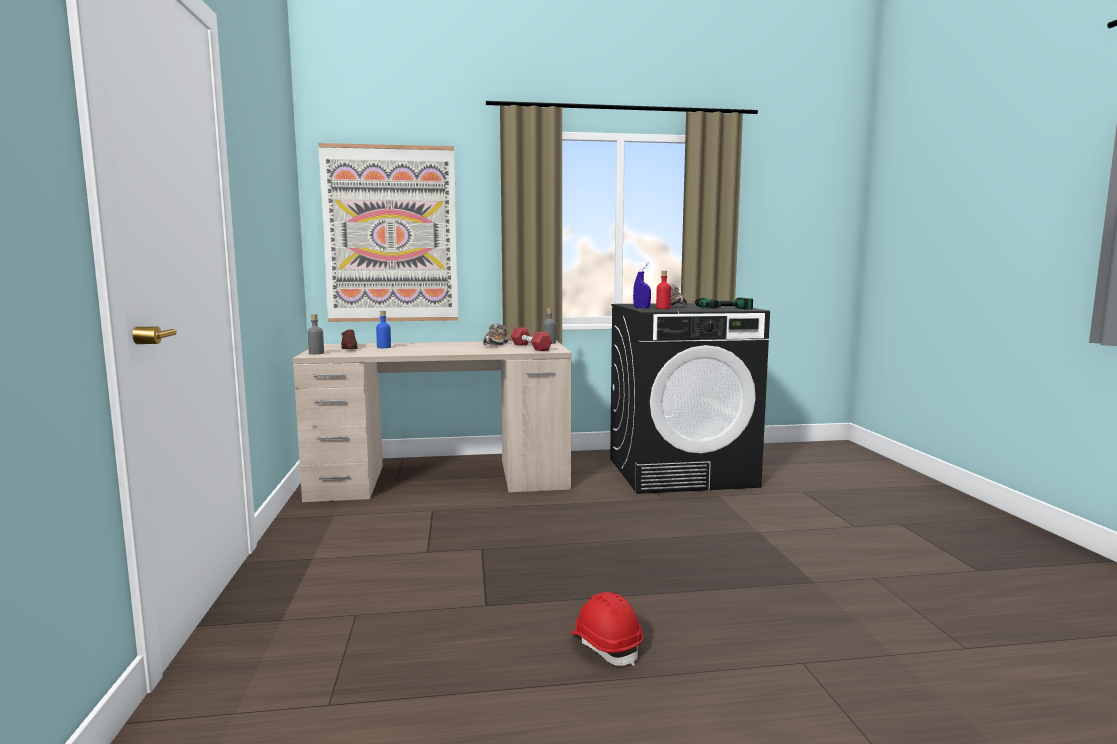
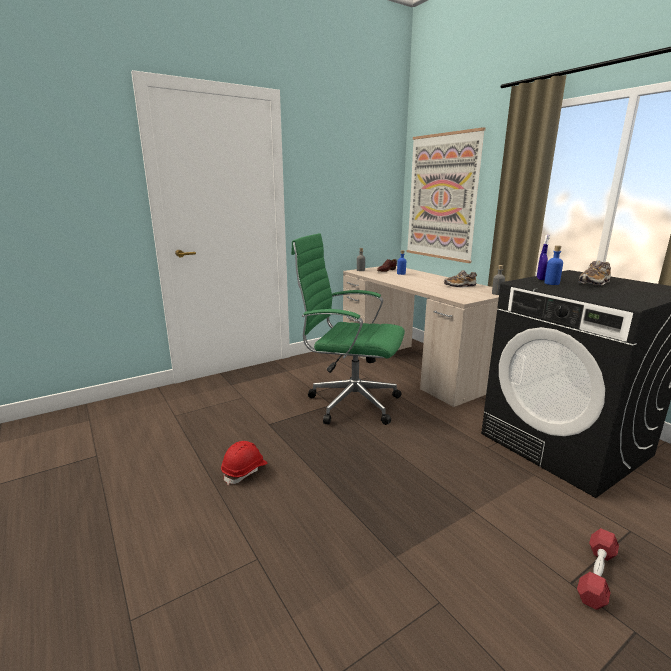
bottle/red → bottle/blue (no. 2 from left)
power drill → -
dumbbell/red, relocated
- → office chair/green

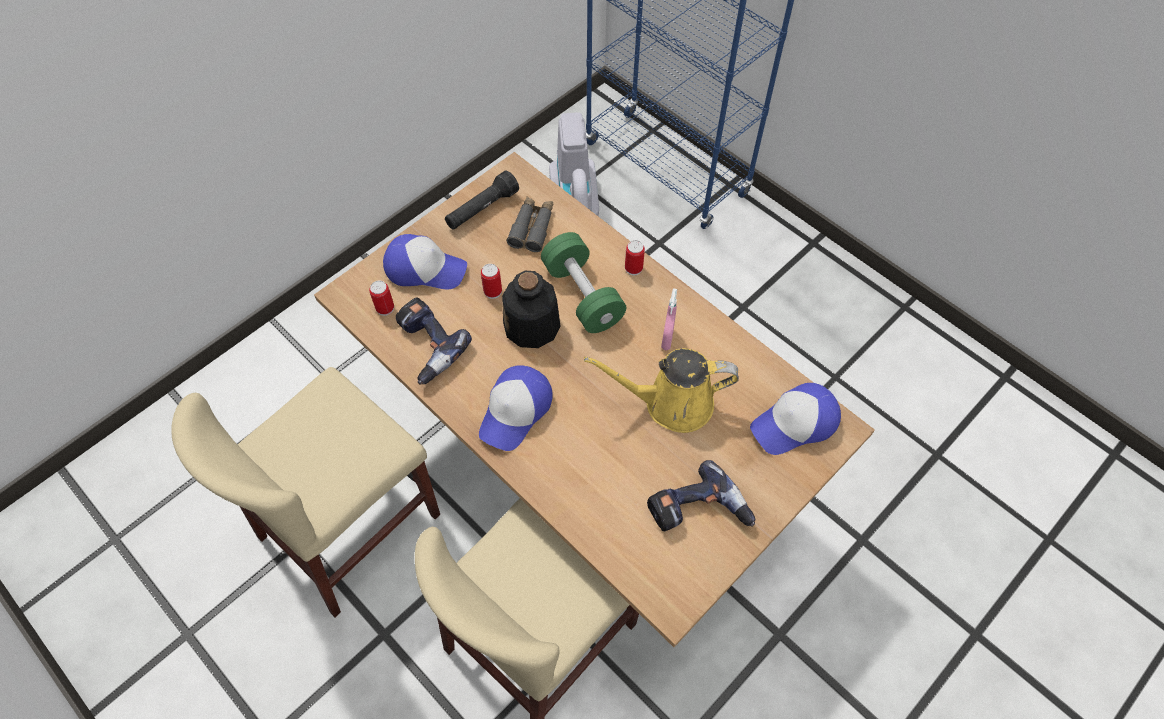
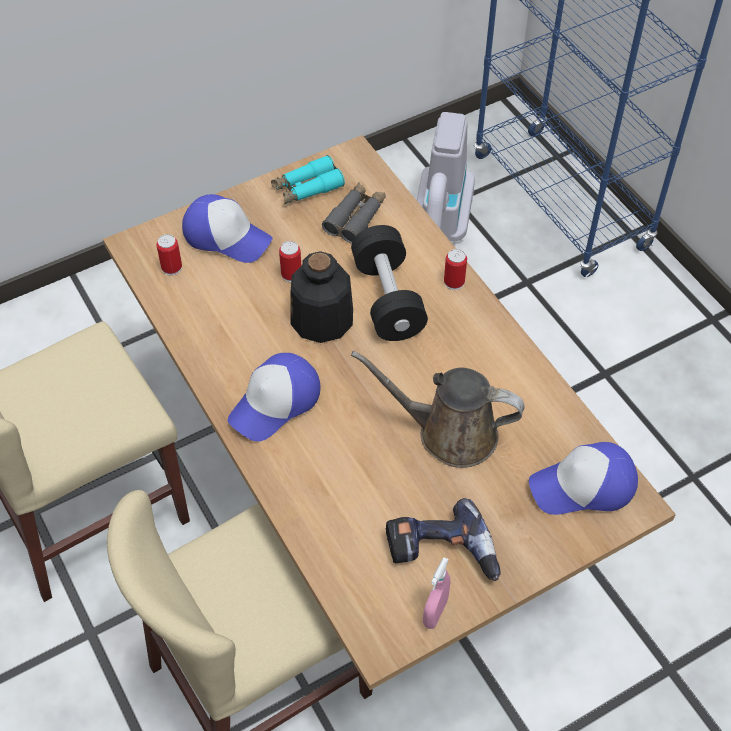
flashlight/black → binoculars/turquoise
dumbbell/green → dumbbell/black
spray bottle/pink, relocated
power drill (no. 1 from left) → -
watering can/yellow → watering can/brown

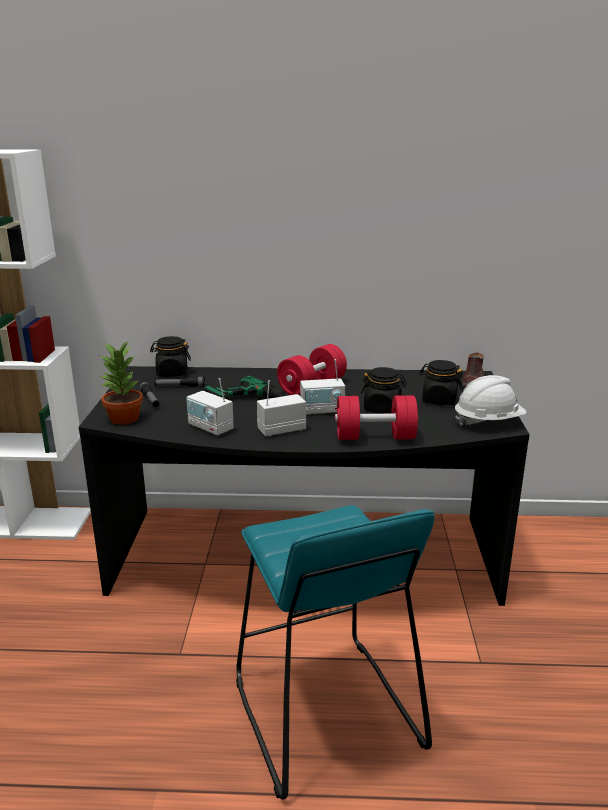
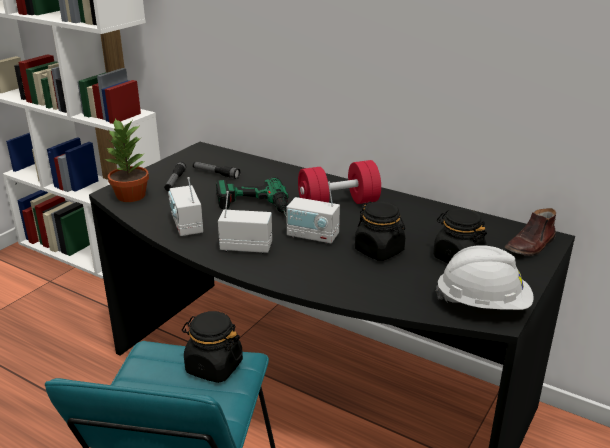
jar/black (no. 1 from left), relocated
dumbbell/red (no. 2 from left) → -

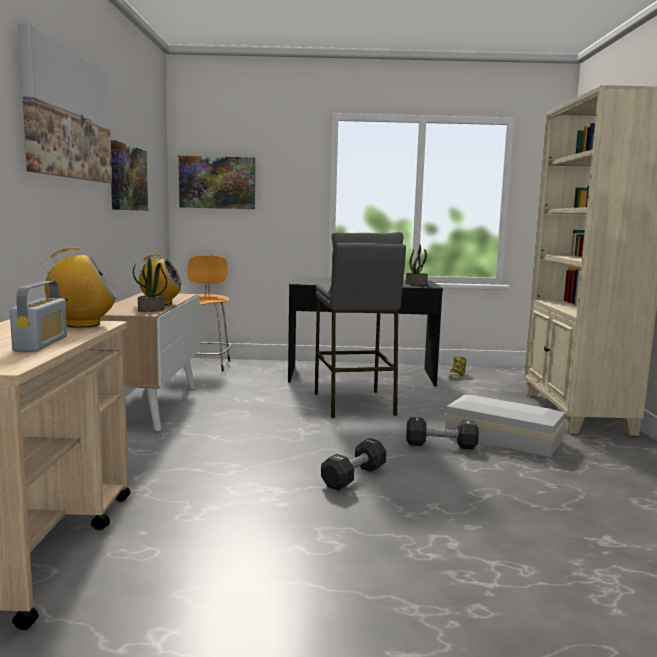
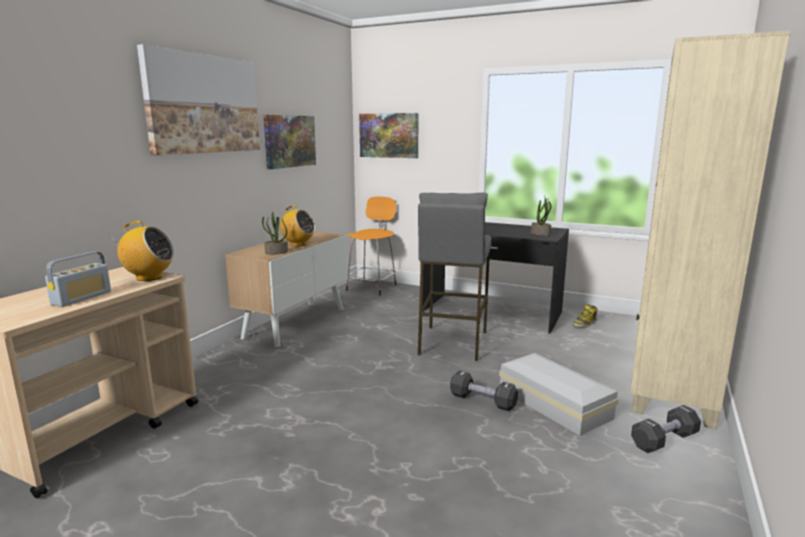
dumbbell/black (no. 1 from left in the first image) → dumbbell/black (no. 2 from left), relocated

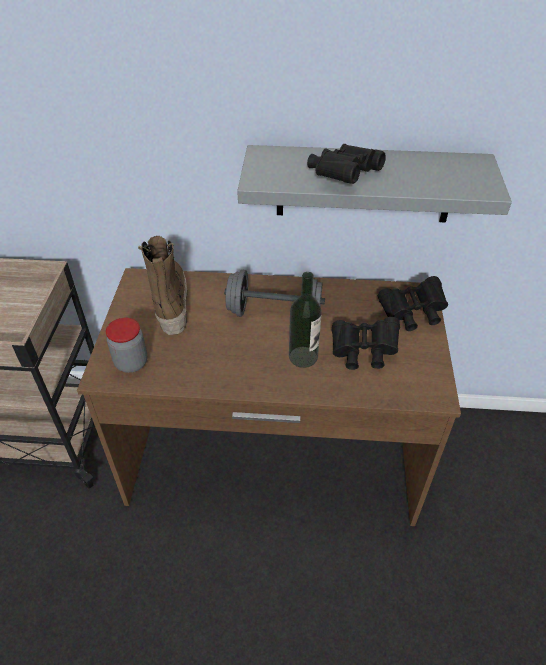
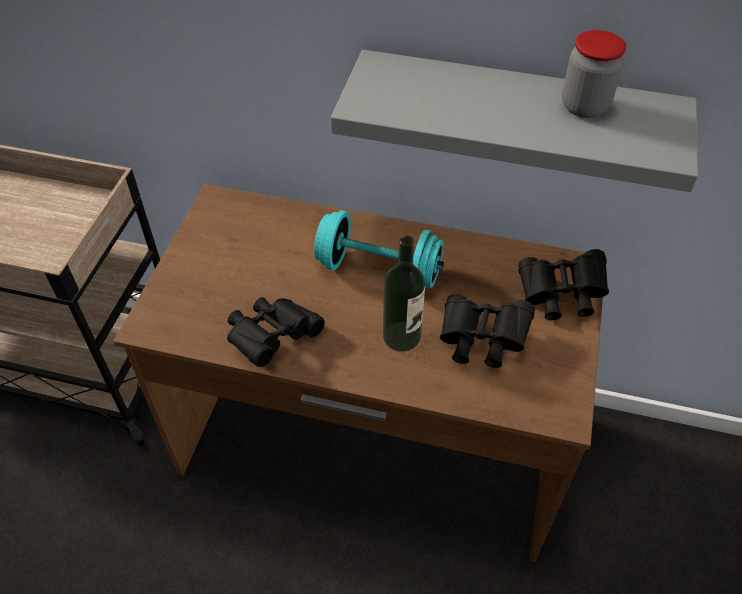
binoculars/black (no. 1 from left), relocated
boot → -
dumbbell/grey → dumbbell/turquoise
jar, relocated

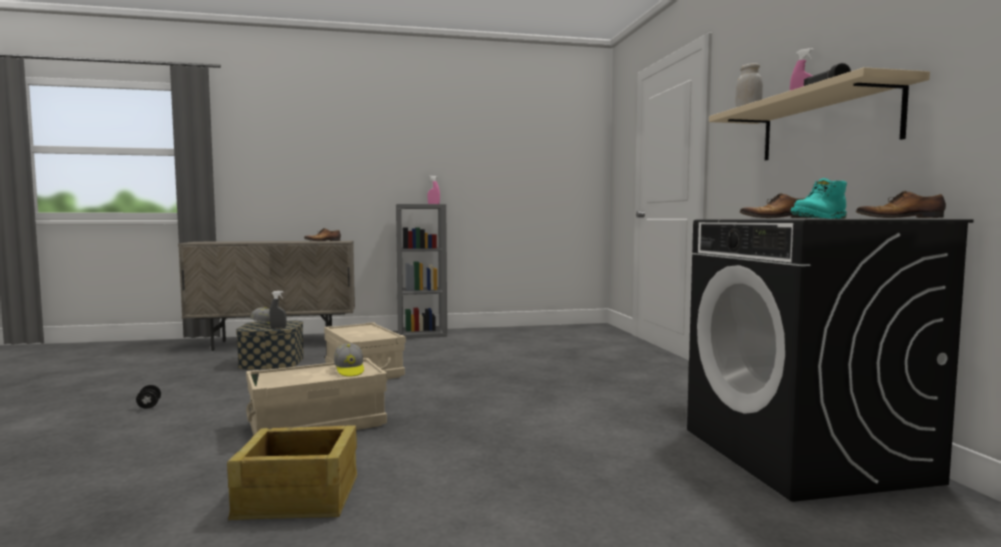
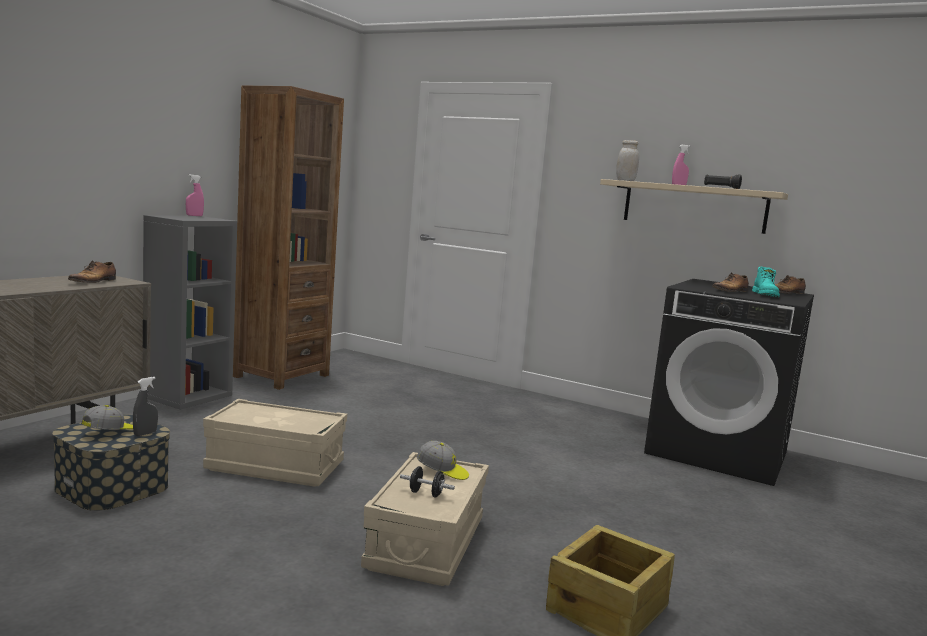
dumbbell/black, relocated
- → bookcase/brown

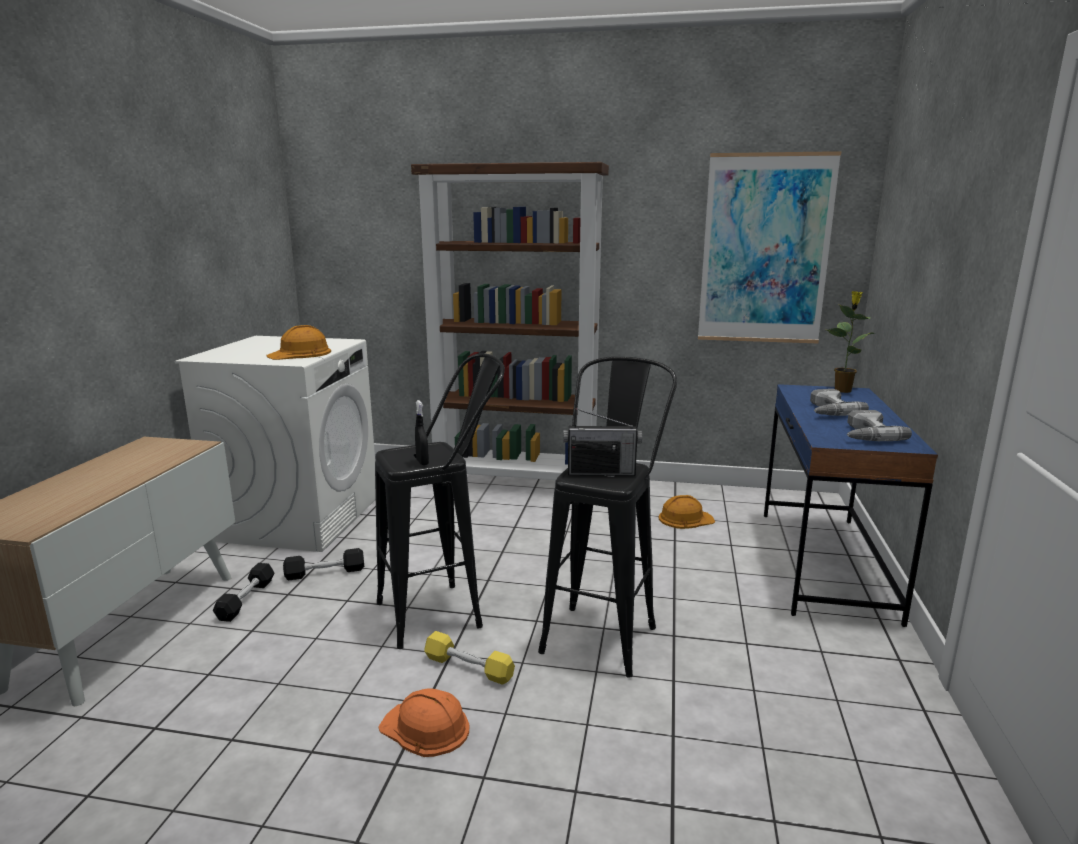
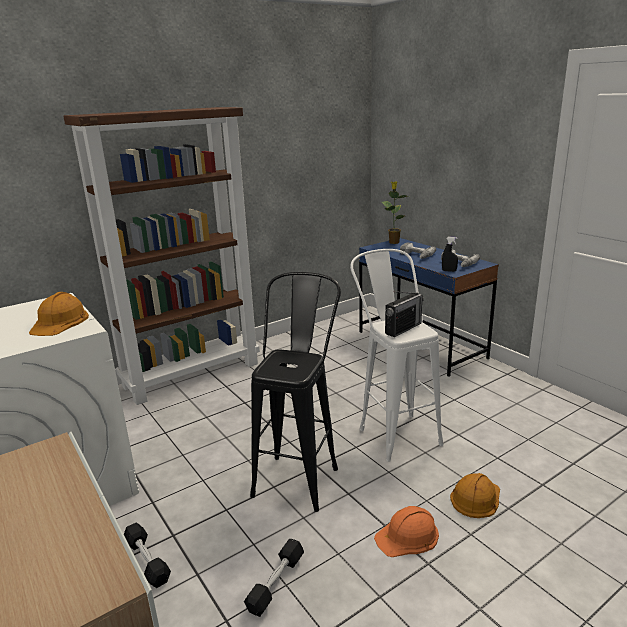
picture → -
stool/black (no. 2 from left) → stool/white
spray bottle/black, relocated
hard hat/orange (no. 3 from left), relocated
dumbbell/black (no. 2 from left), relocated
dumbbell/yellow → -

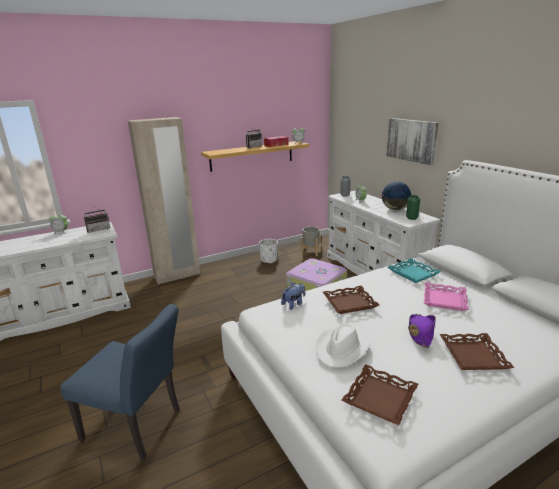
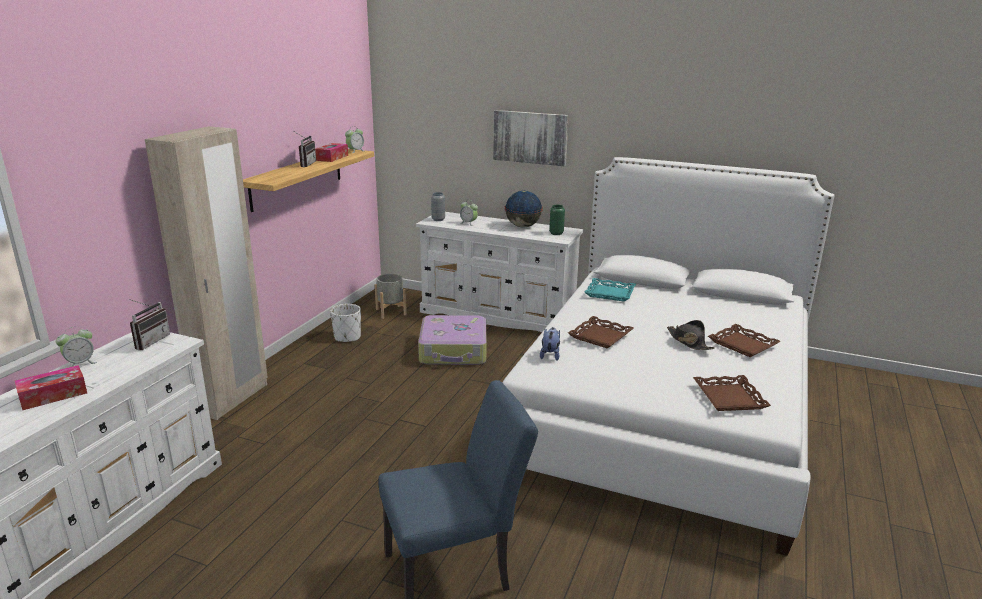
tray/pink → -
hat/purple → hat/black
hat/white → -
- → tissue box (no. 1 from left)

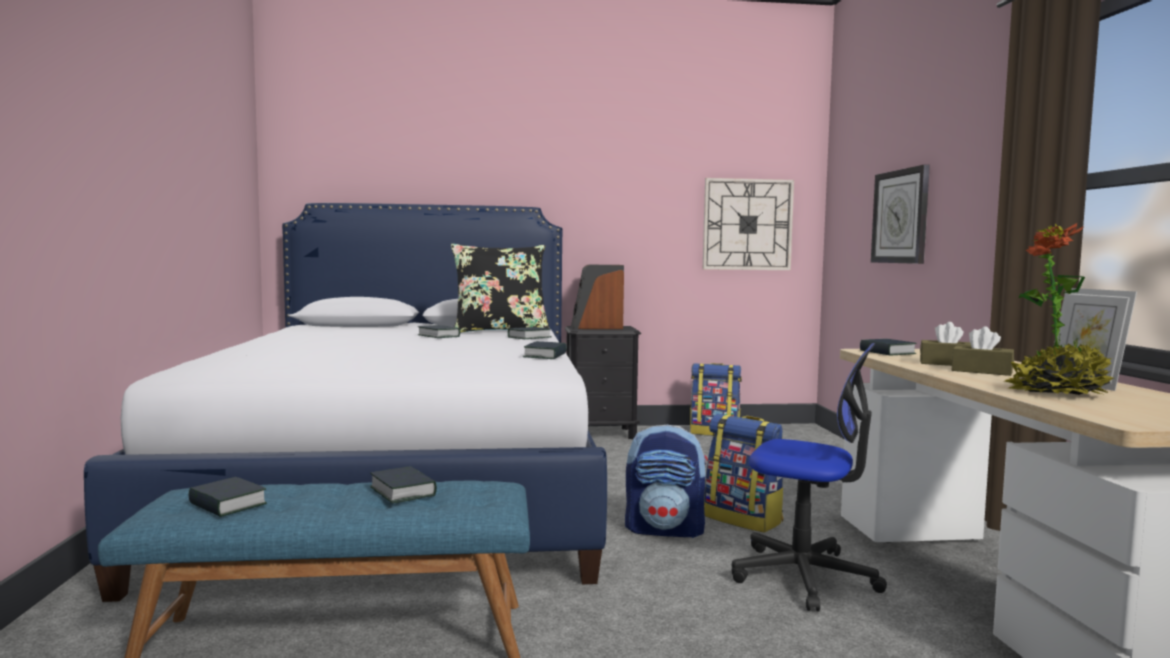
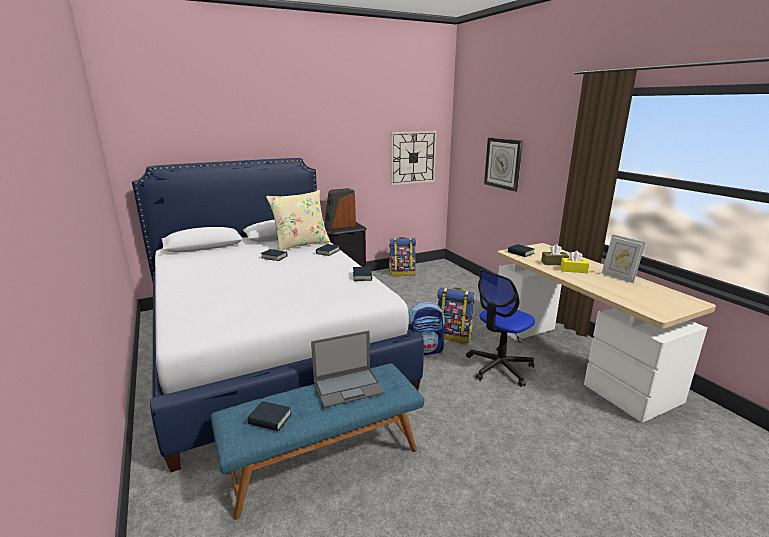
potted plant → -
pillow/black → pillow/beige
tissue box/brown (no. 2 from left) → tissue box/yellow
office chair, 135 degrees clockwise
book (no. 2 from left) → laptop

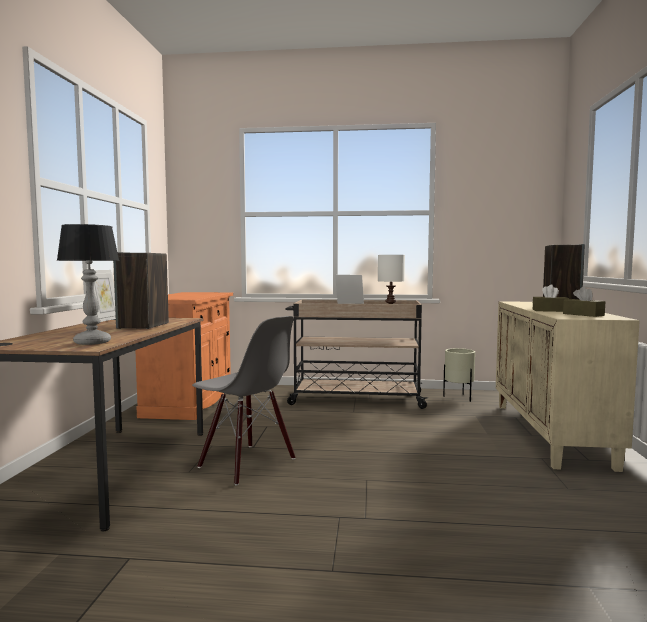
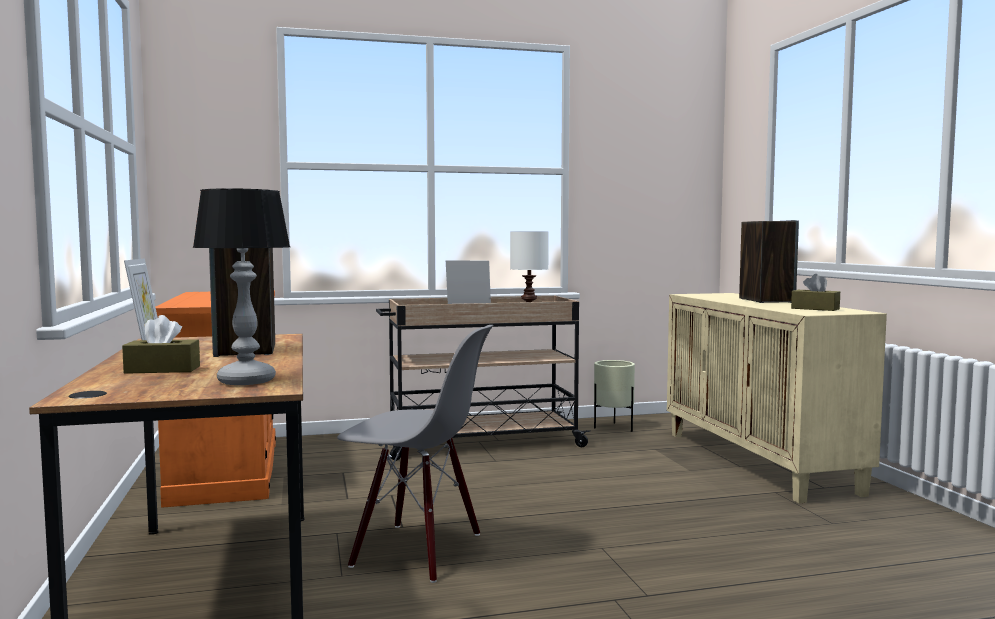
tissue box/brown (no. 1 from left), relocated

